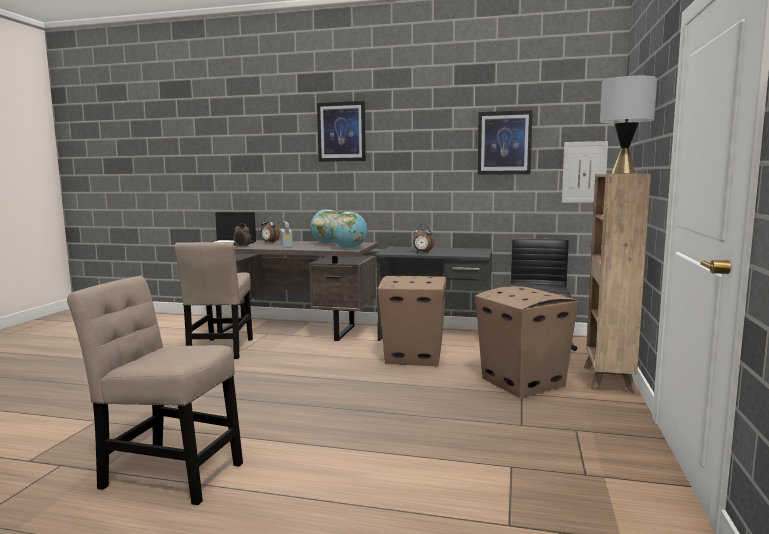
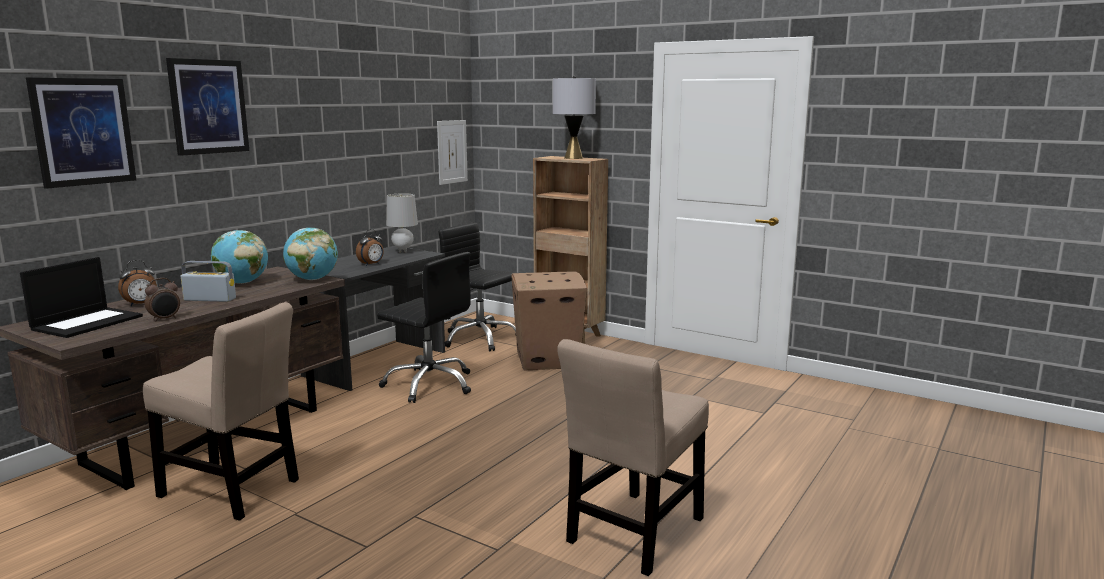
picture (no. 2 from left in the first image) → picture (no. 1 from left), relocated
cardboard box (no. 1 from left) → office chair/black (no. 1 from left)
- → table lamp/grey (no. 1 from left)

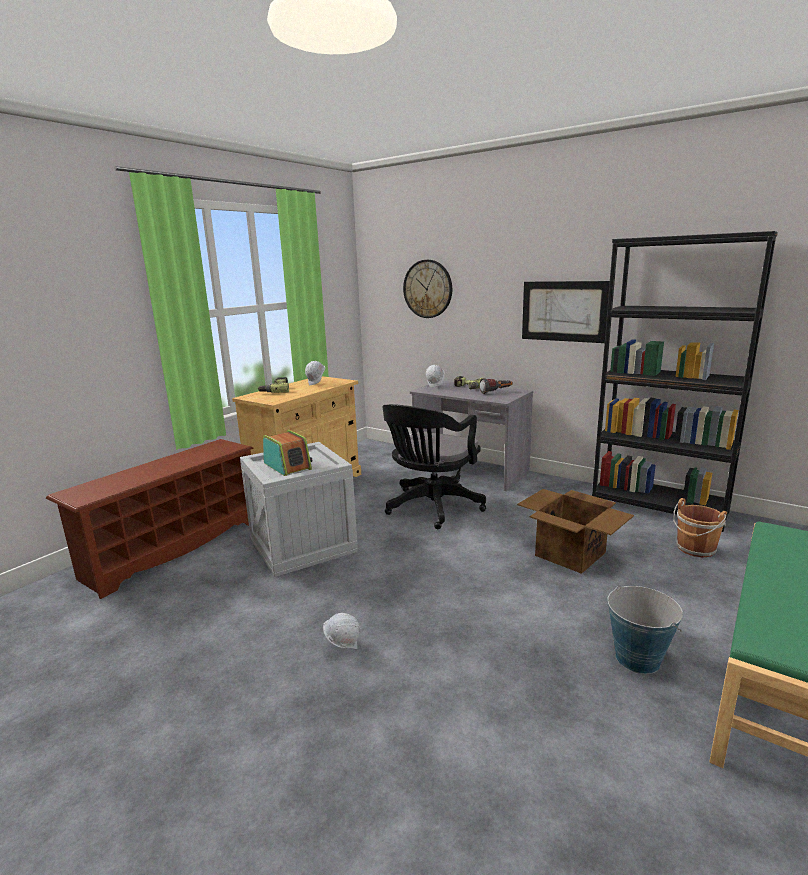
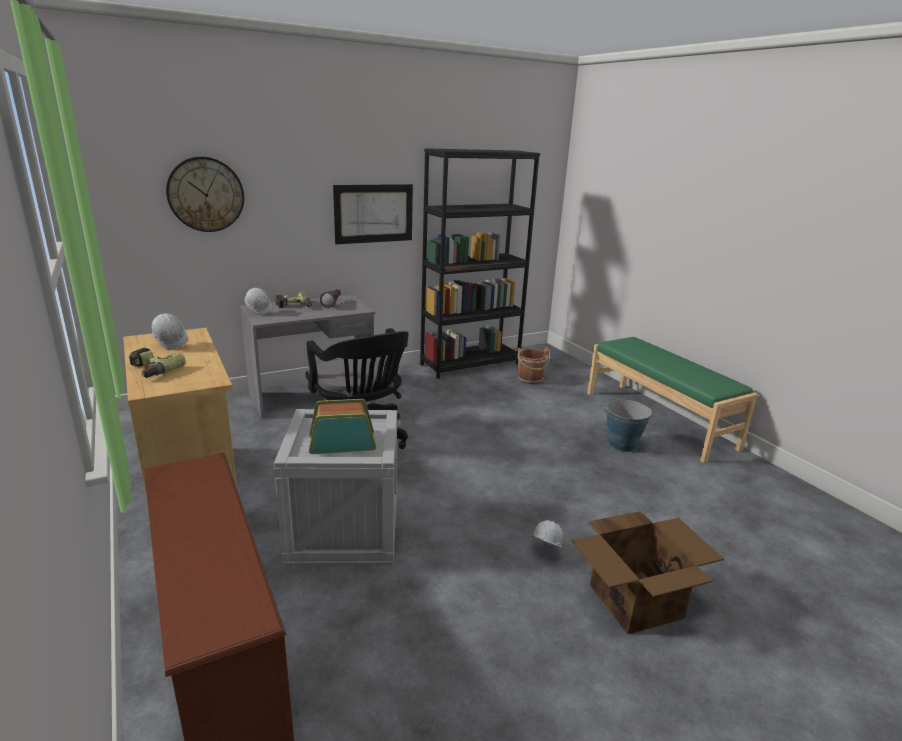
cardboard box, relocated

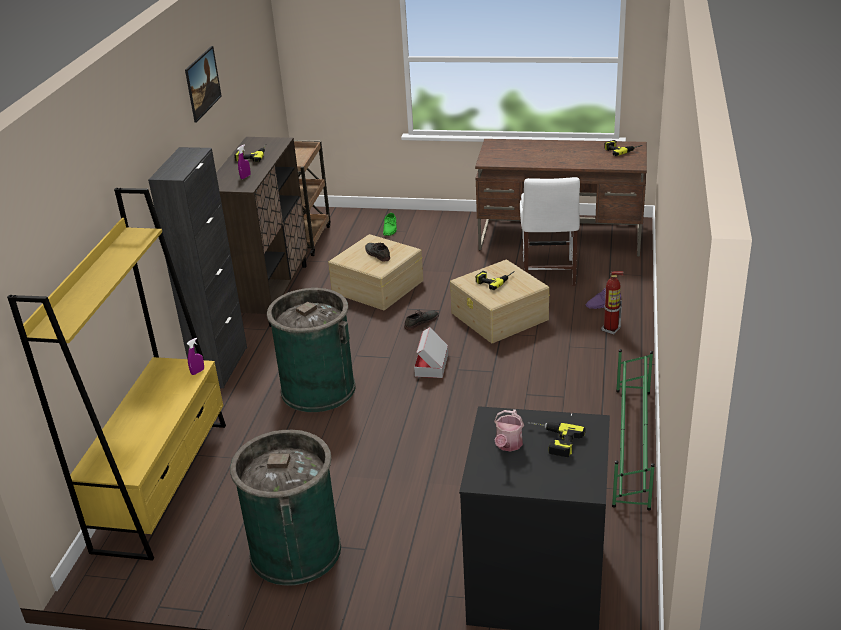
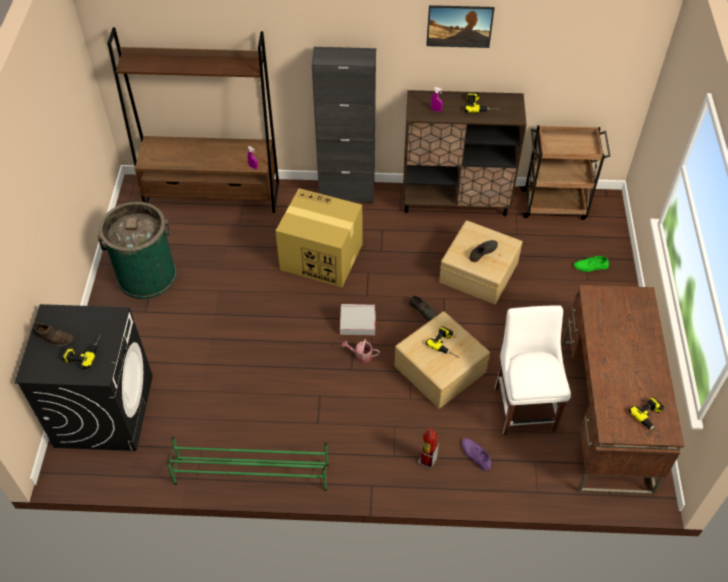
chair/white, 90 degrees clockwise
bookcase/yellow → bookcase/brown
trash can/green (no. 2 from left) → cardboard box (no. 1 from left)
watering can, relocated
- → shoe/brown

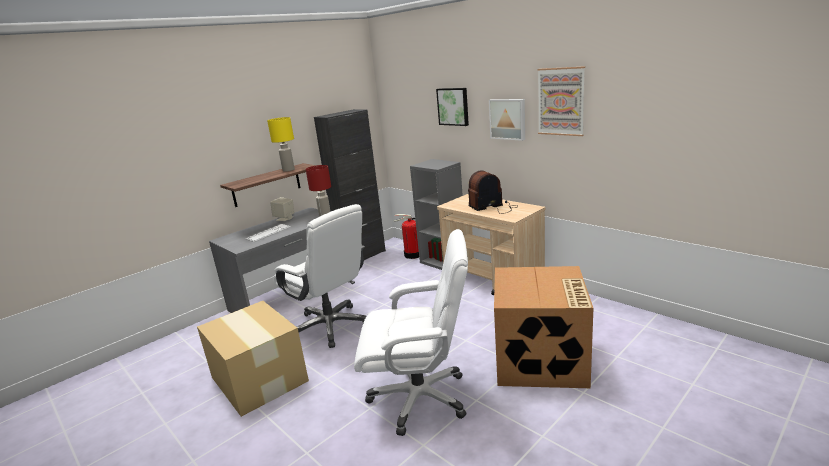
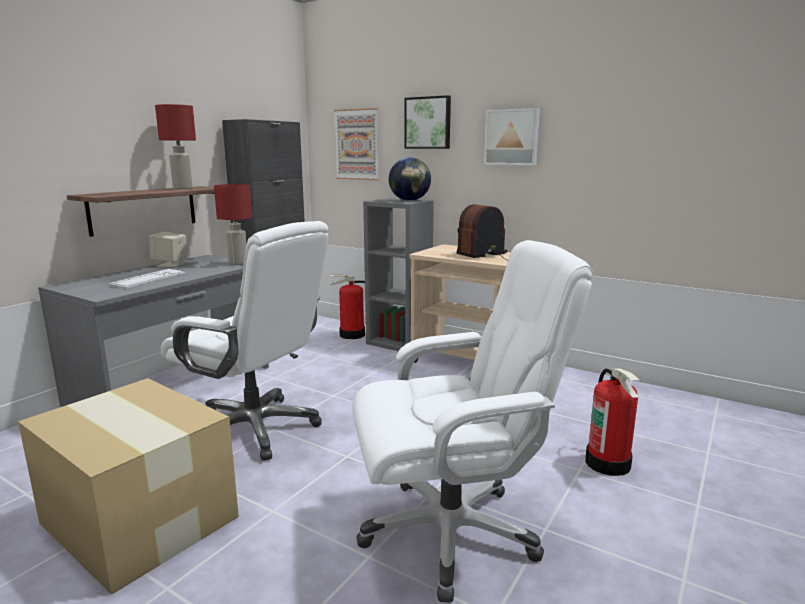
picture (no. 3 from left in the first image) → picture (no. 1 from left), relocated
table lamp/yellow → table lamp/red (no. 1 from left)
cardboard box (no. 2 from left) → fire extinguisher (no. 2 from left)
- → globe

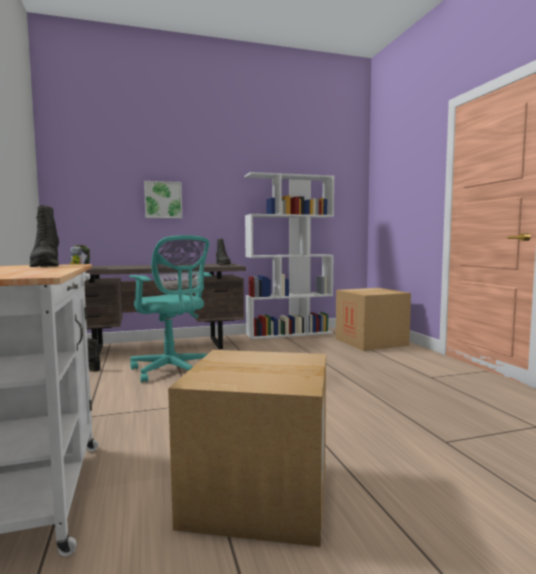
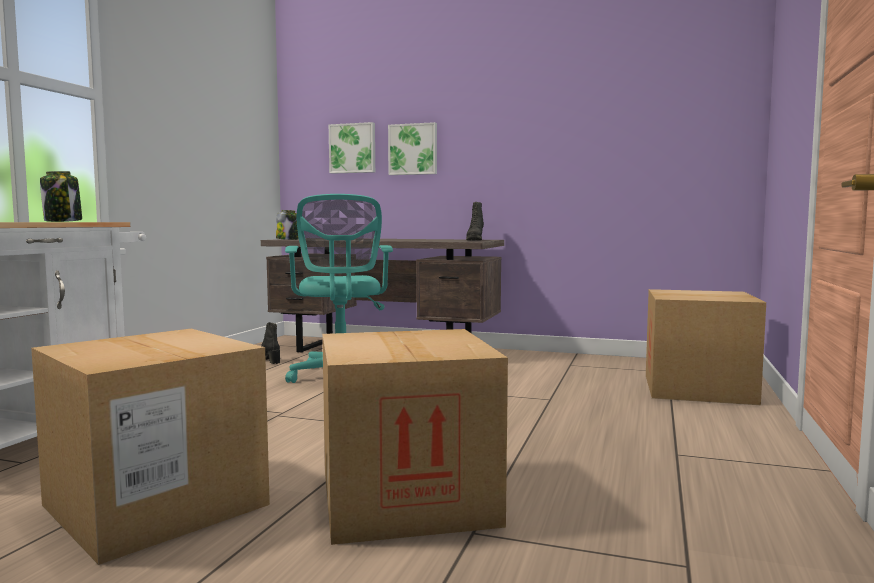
bookcase/white → -
boot/black (no. 1 from left) → jar (no. 1 from left)
- → picture (no. 1 from left)
- → cardboard box (no. 2 from left)

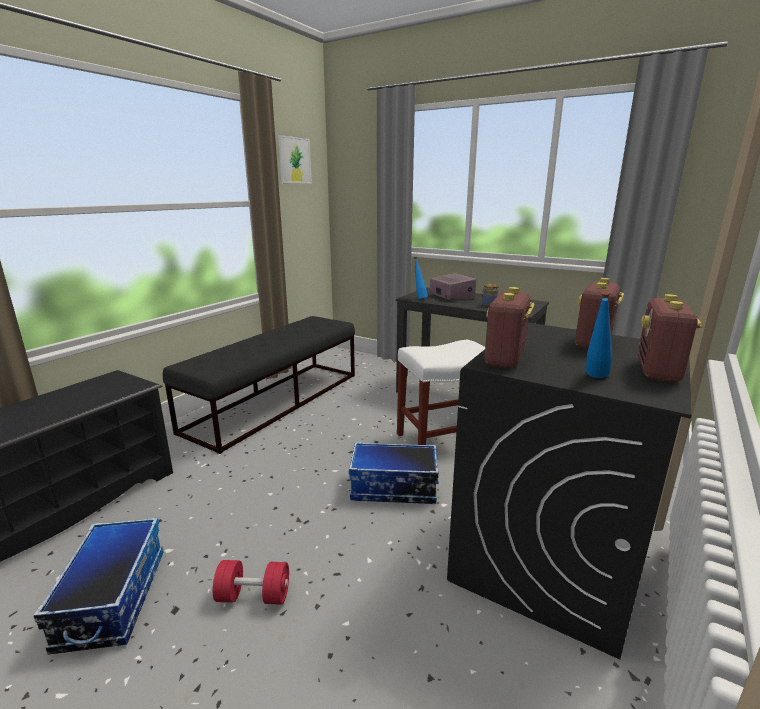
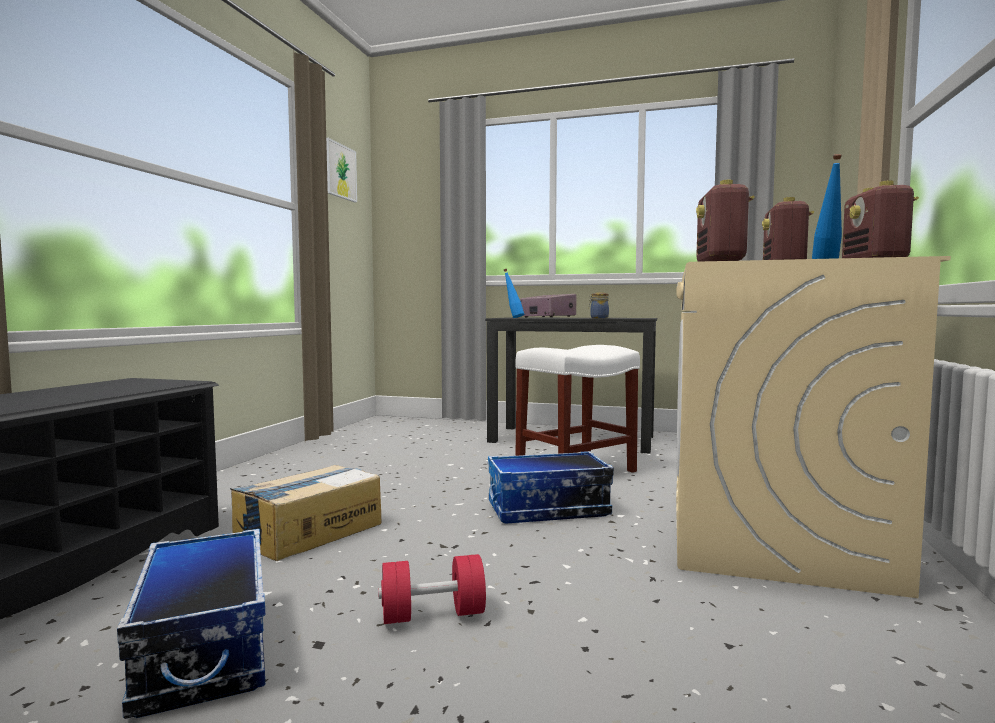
bench/black → -
washing machine/black → washing machine/beige
- → cardboard box

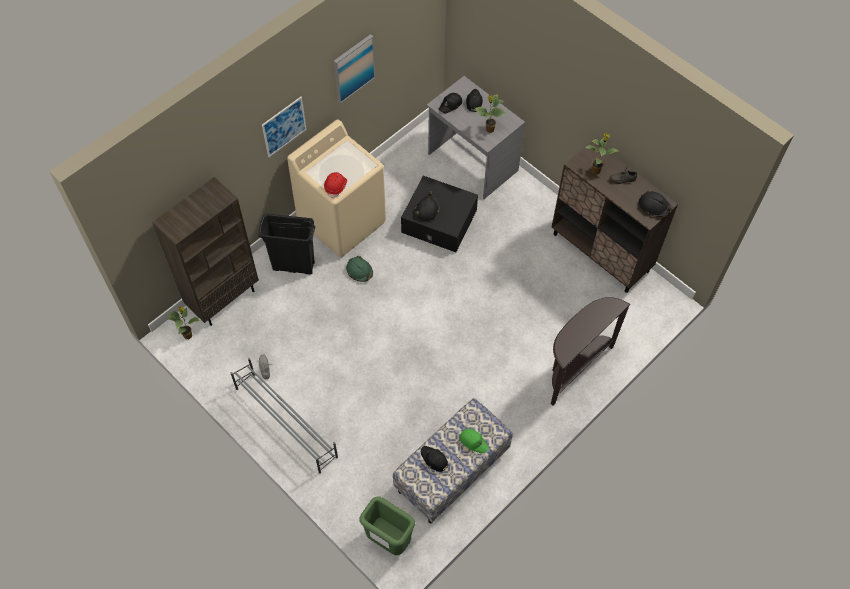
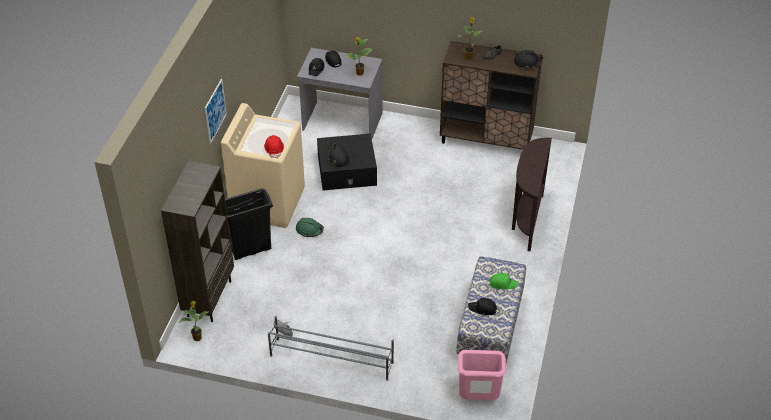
picture (no. 2 from left) → -
trash can/green → trash can/pink

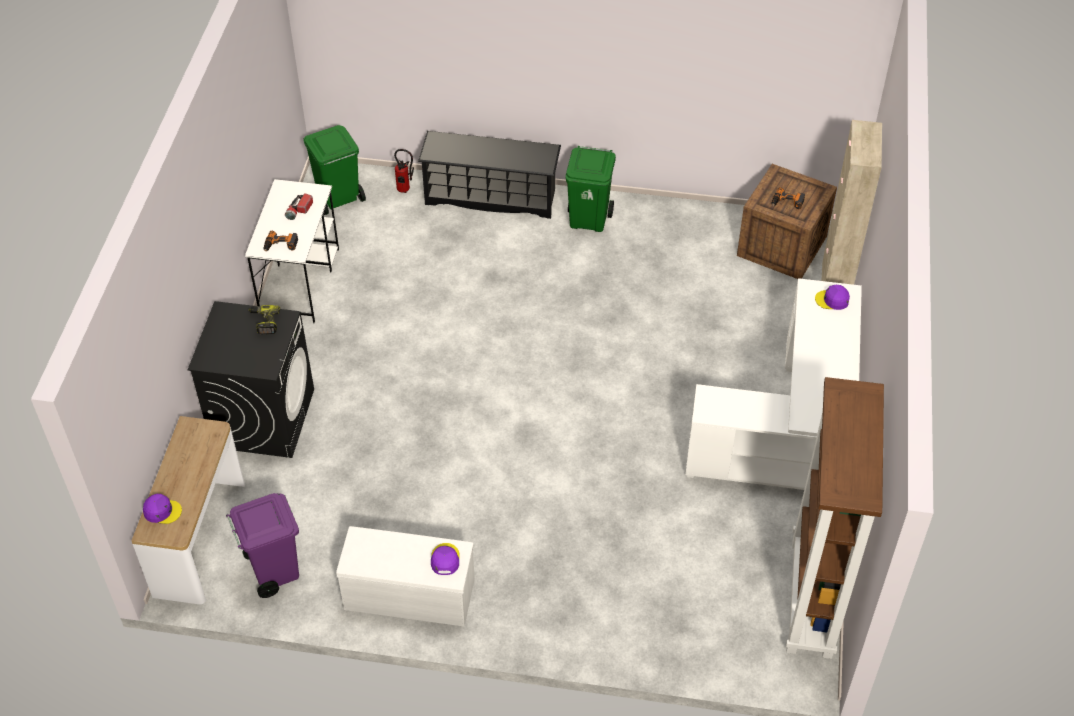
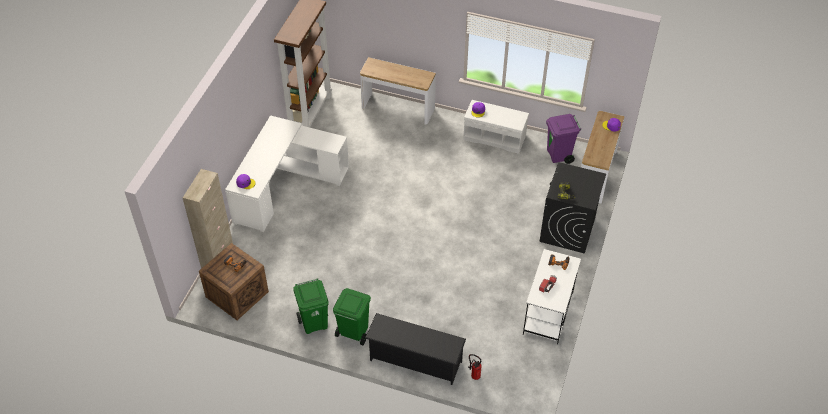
trash can/green (no. 1 from left), relocated
- → console table (no. 1 from left)

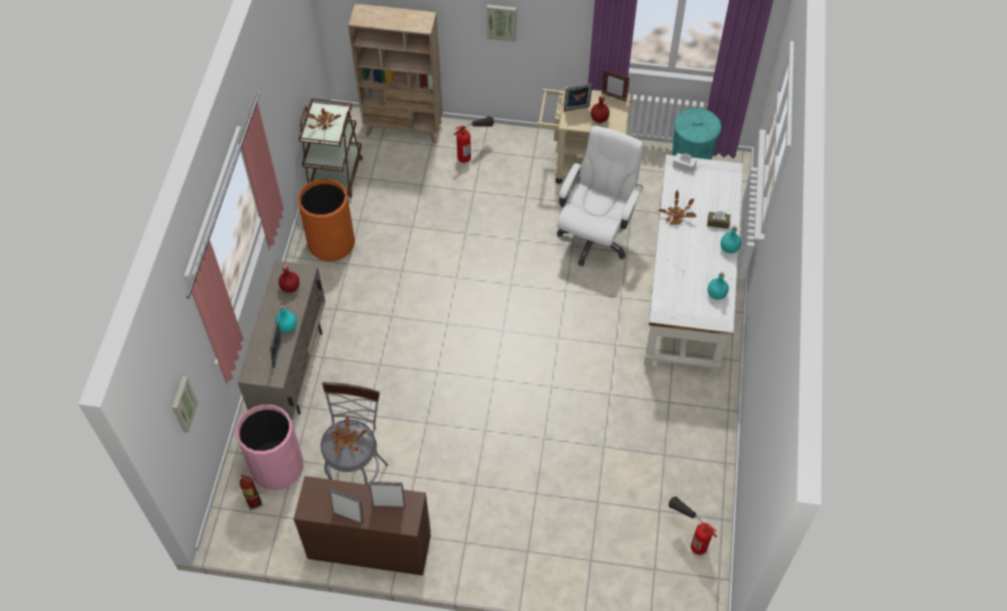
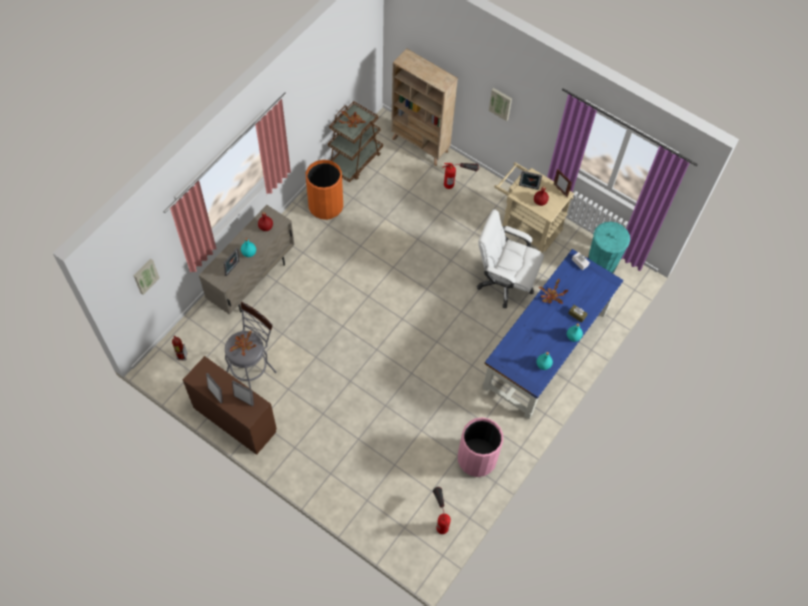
office chair/white, 120 degrees counterclockwise
desk/white → desk/blue
trash can/pink, relocated

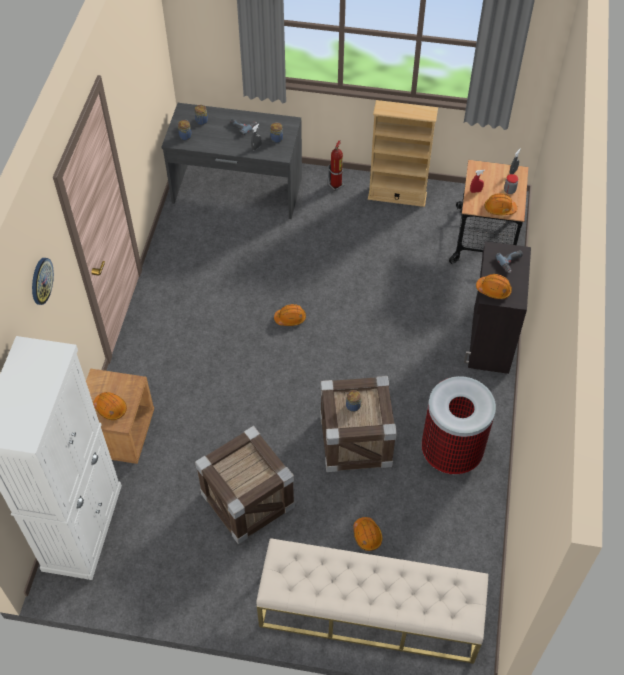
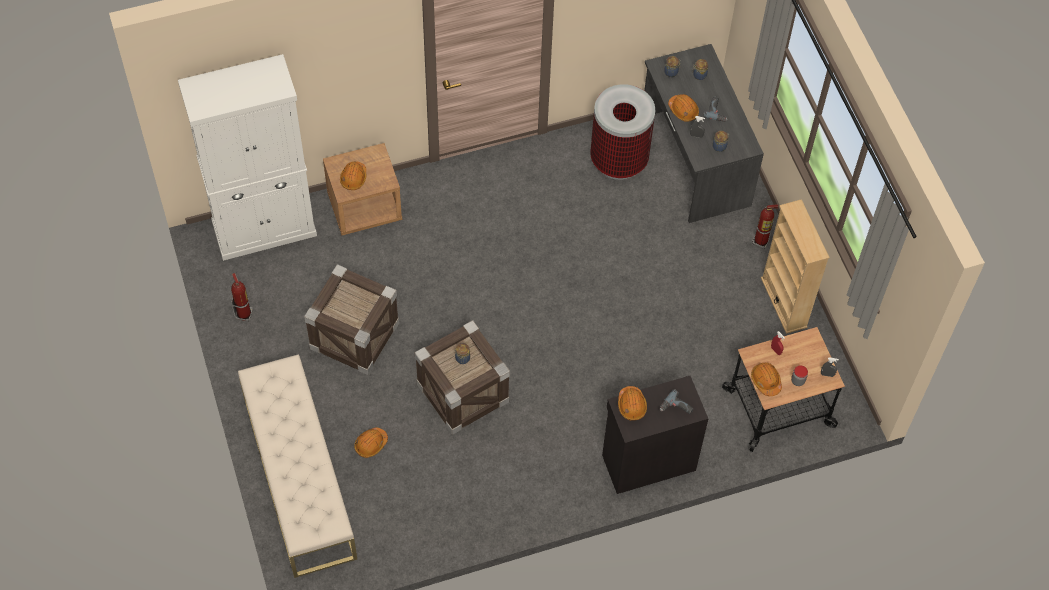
wall clock → -
hard hat/orange (no. 2 from left in the first image) → hard hat/orange (no. 4 from left), relocated
trash can, relocated
- → fire extinguisher (no. 1 from left)

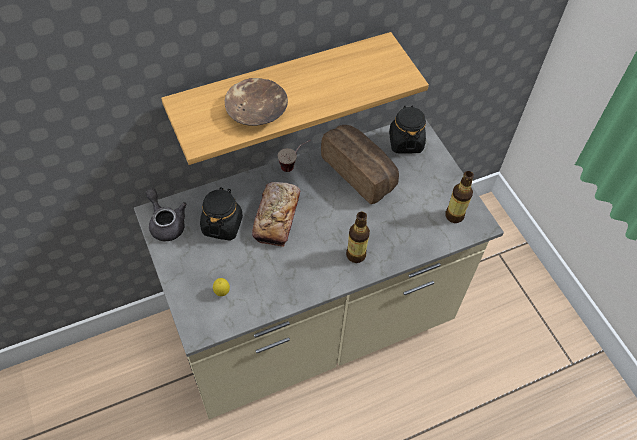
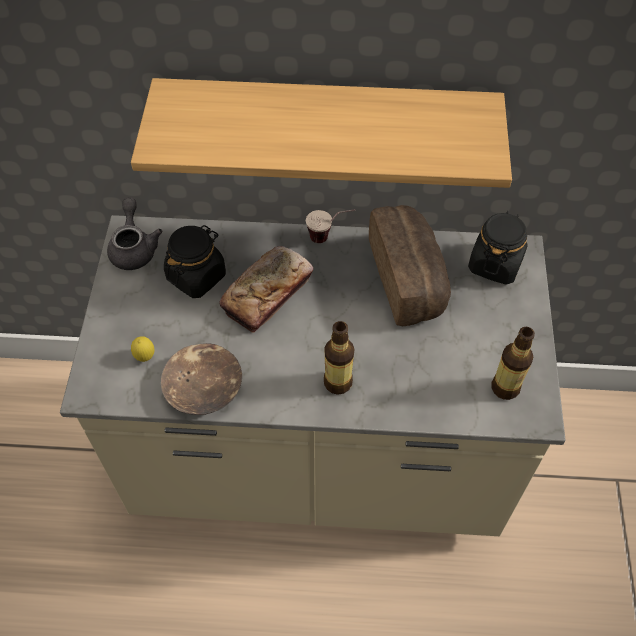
bowl/brown, relocated

